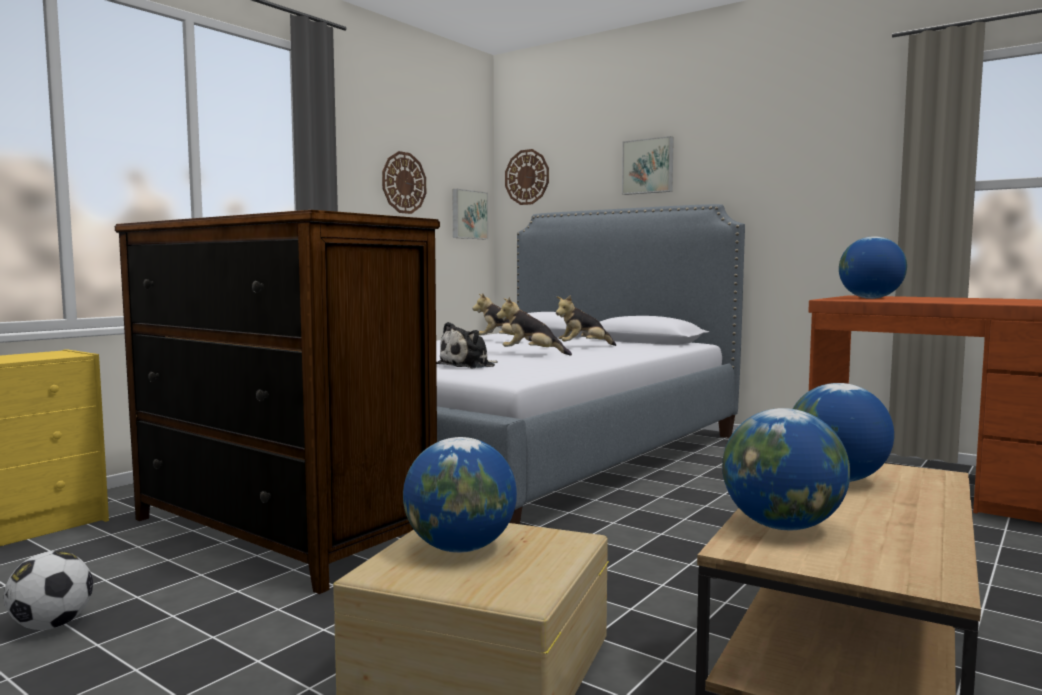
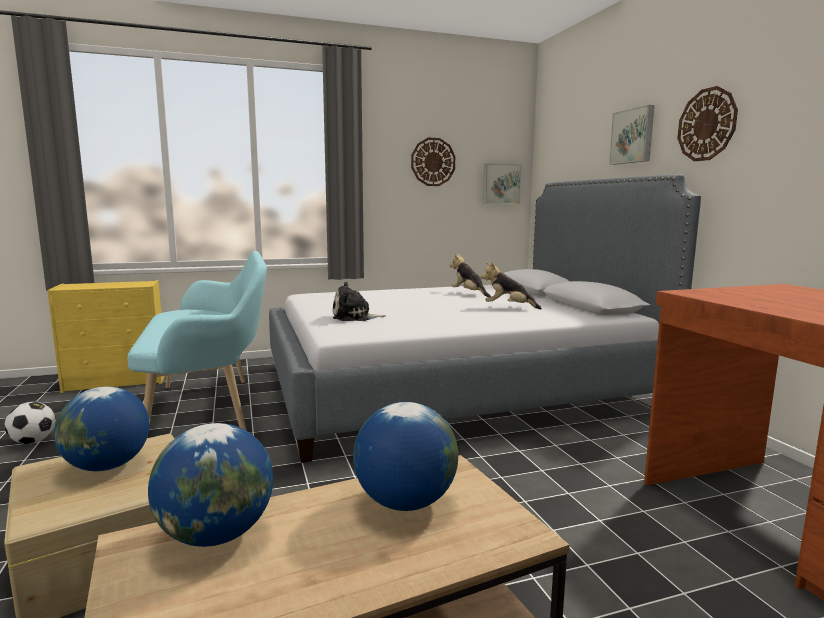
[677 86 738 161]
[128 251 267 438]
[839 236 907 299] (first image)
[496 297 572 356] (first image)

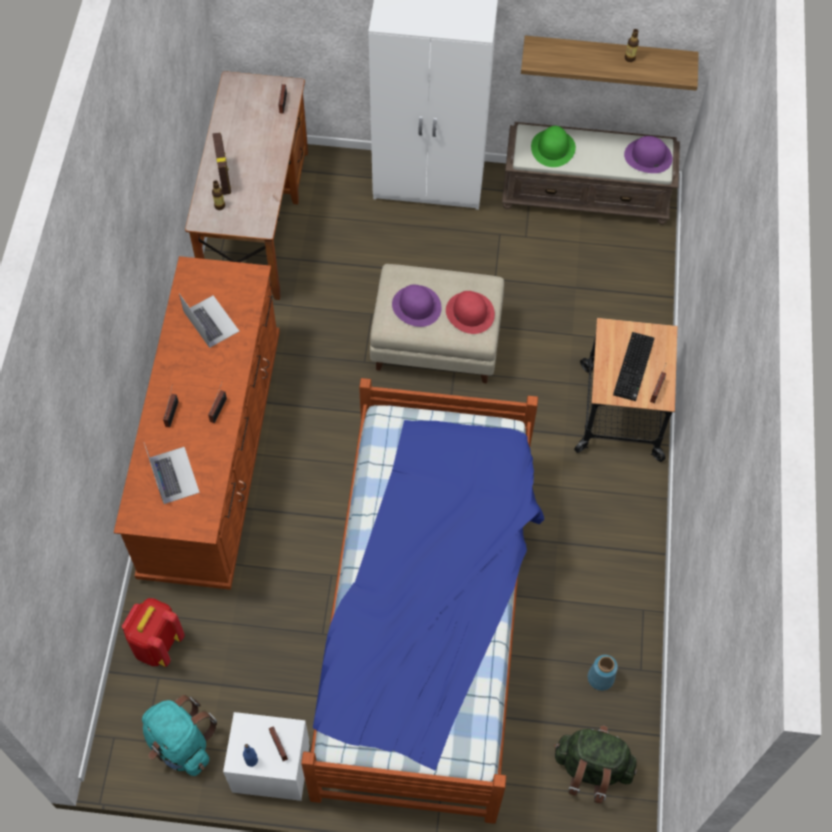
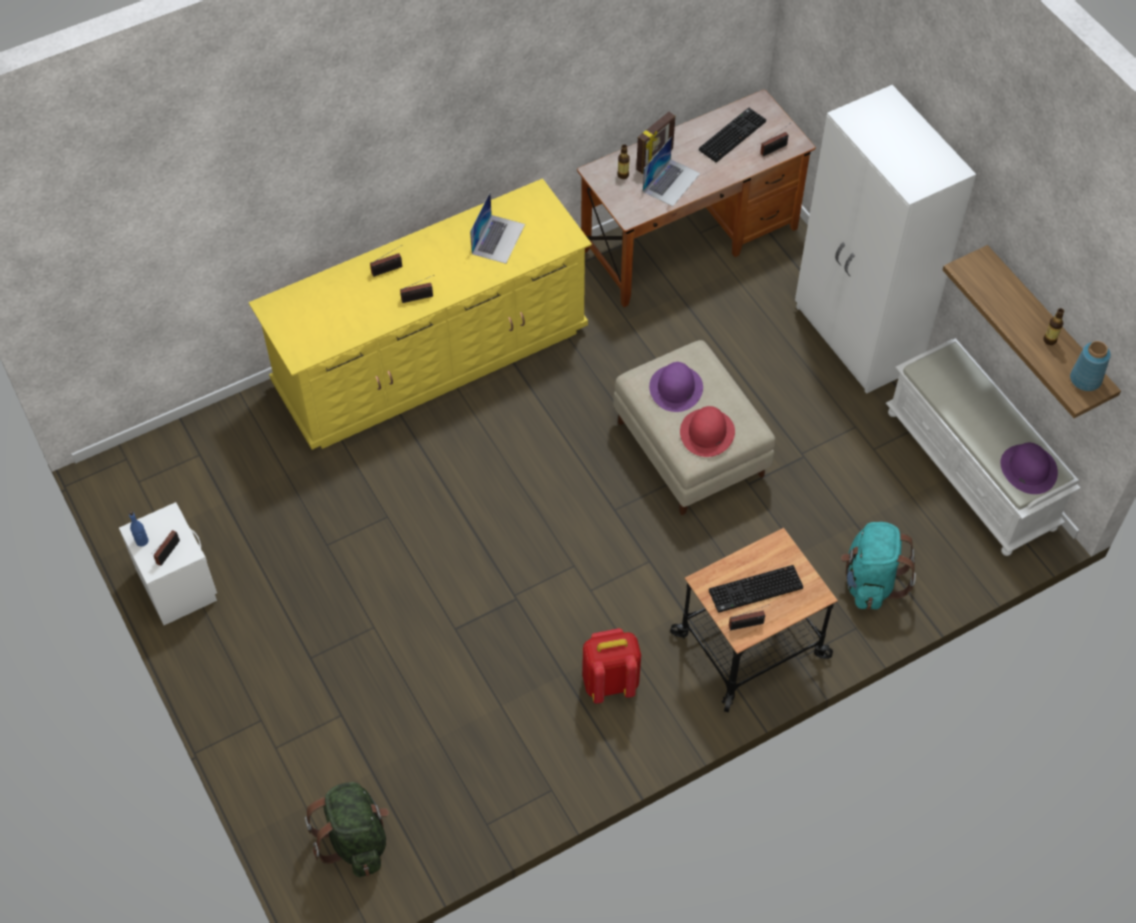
[886 338 1081 556]
[531 126 576 167] (first image)
[249 179 592 450]
[301 378 544 824] (first image)
[643 136 700 206]
[582 628 641 703]
[1070 341 1111 391]
[841 522 916 610]
[699 108 766 162]

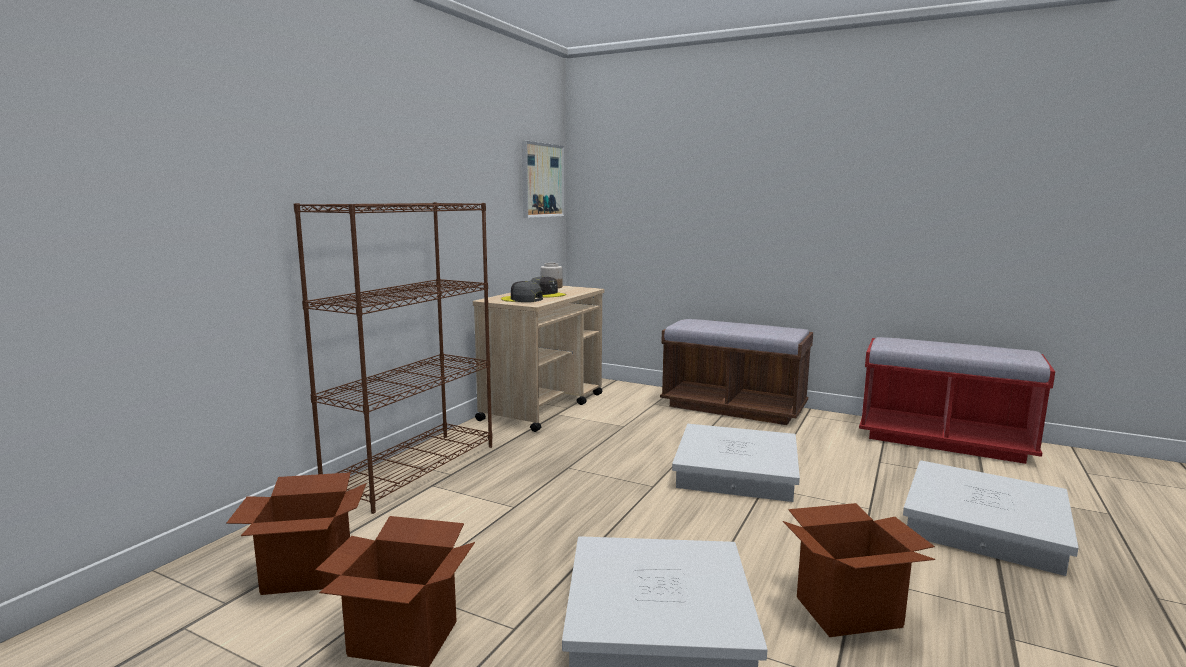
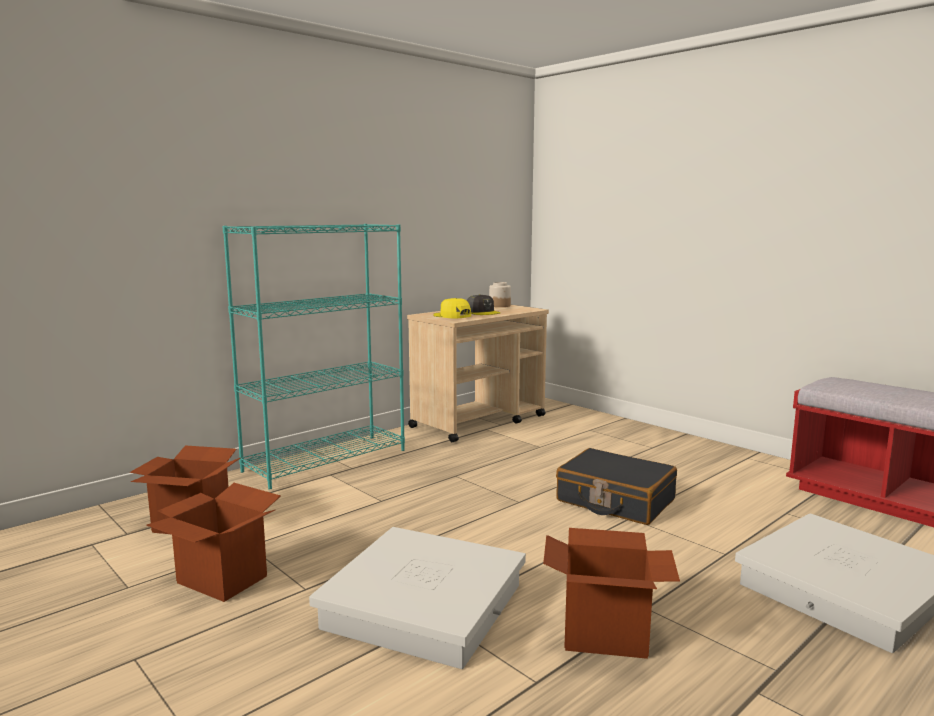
[522 141 565 218] (first image)
[222 224 405 489]
[433 298 471 318]
[660 319 813 425] (first image)
[556 448 677 525]

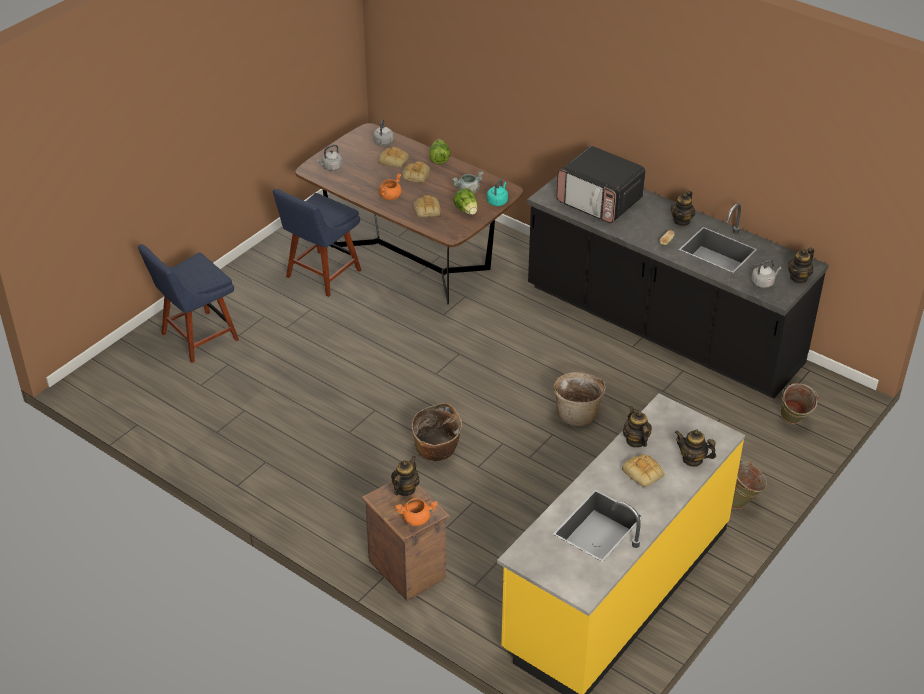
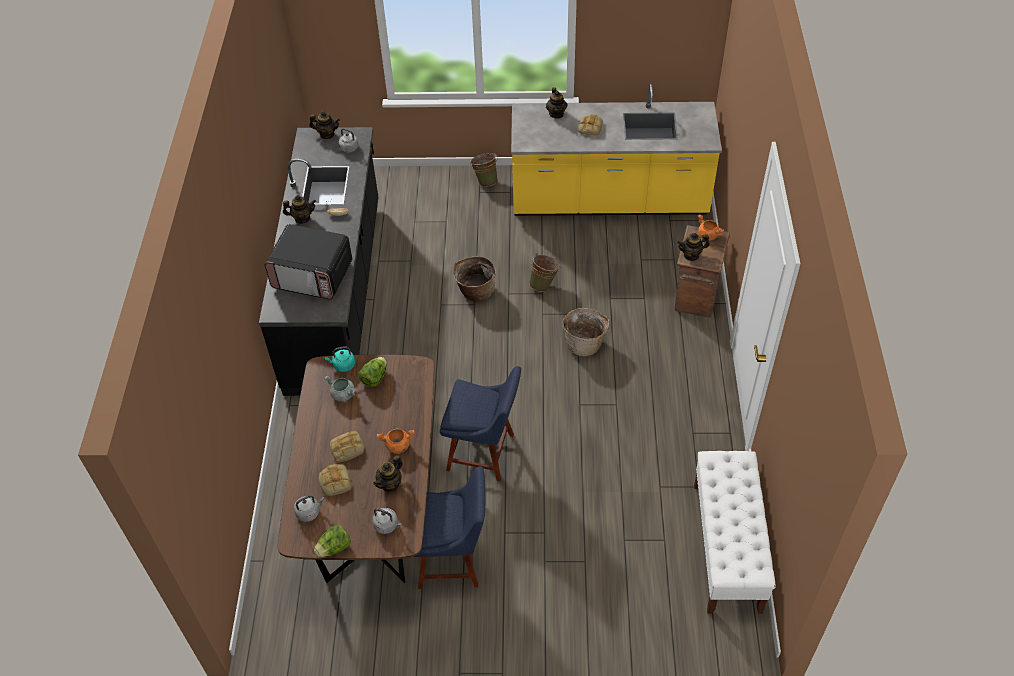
[314 525 351 557]
[265 224 352 300]
[413 195 441 217] (first image)
[440 366 521 482]
[529 253 560 292]
[373 455 403 492]
[694 451 776 614]

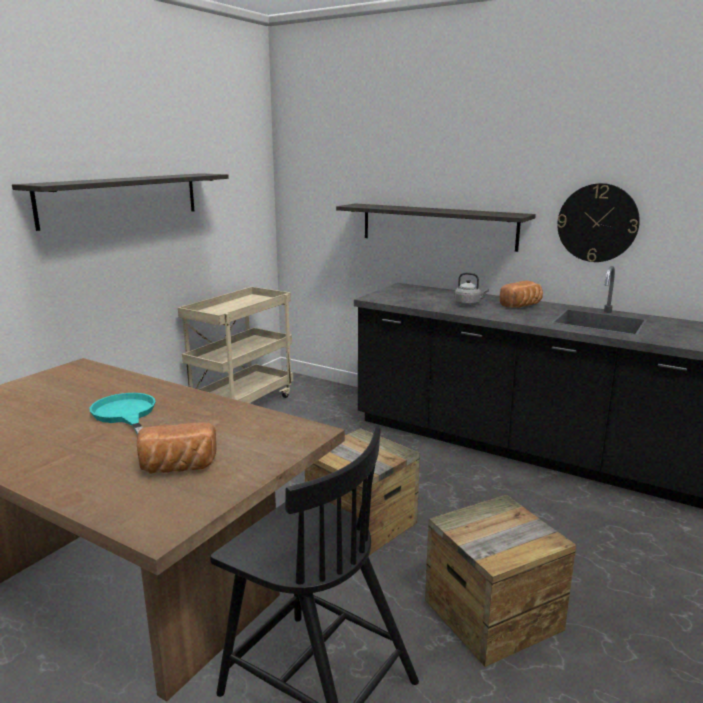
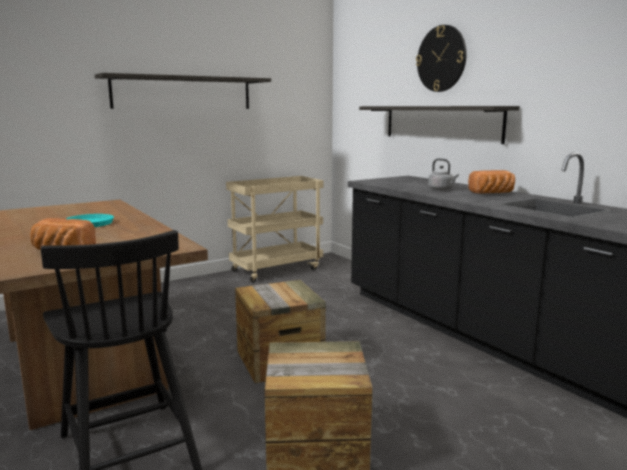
[416 25 467 92]

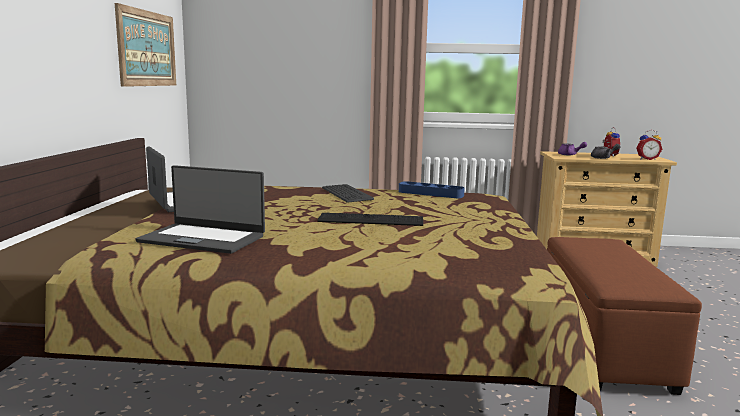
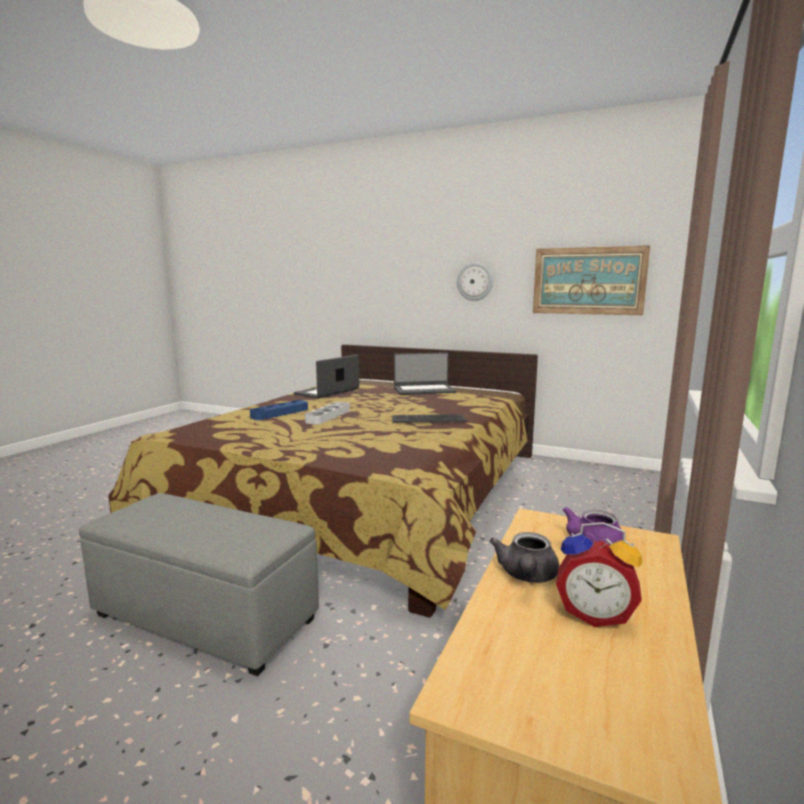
[636 130 662 160] (first image)
[250 400 308 420]
[305 402 350 425]
[79 493 319 676]
[457 262 493 301]

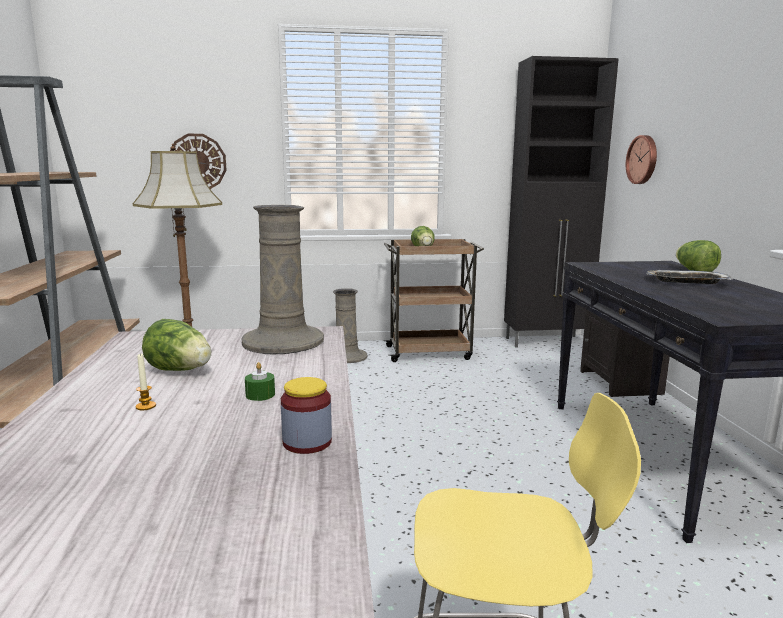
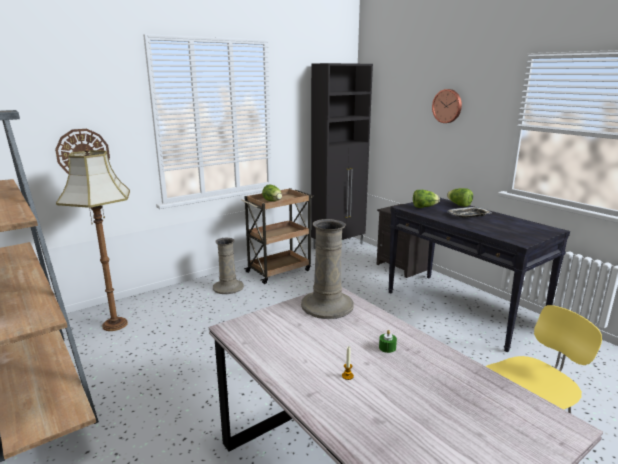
[432 89 462 123]
[413 190 440 208]
[281 377 332 454] (first image)

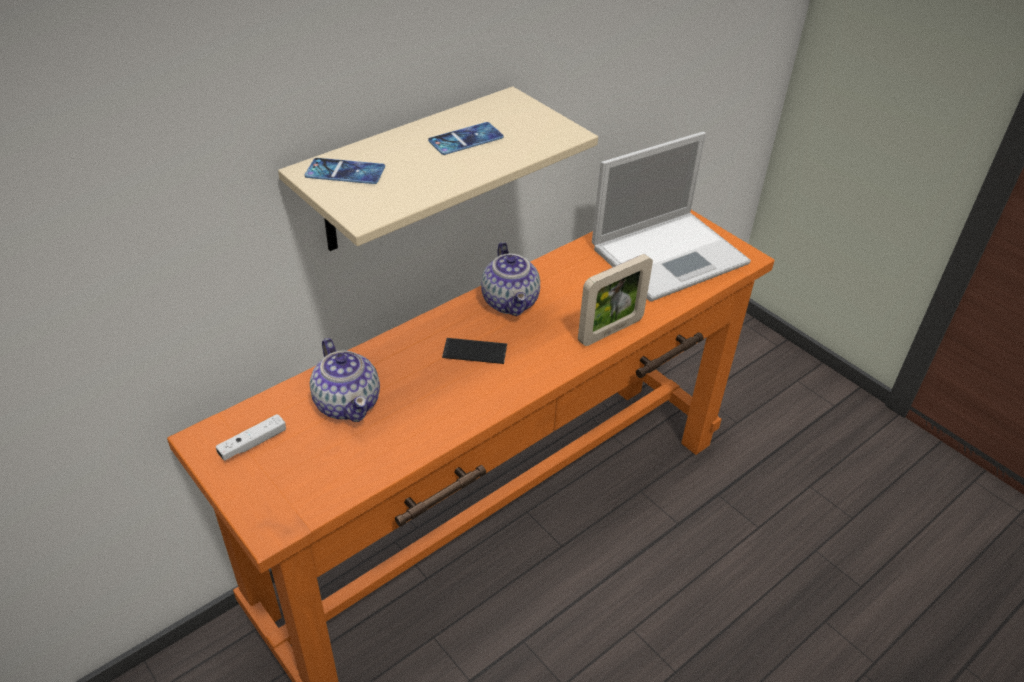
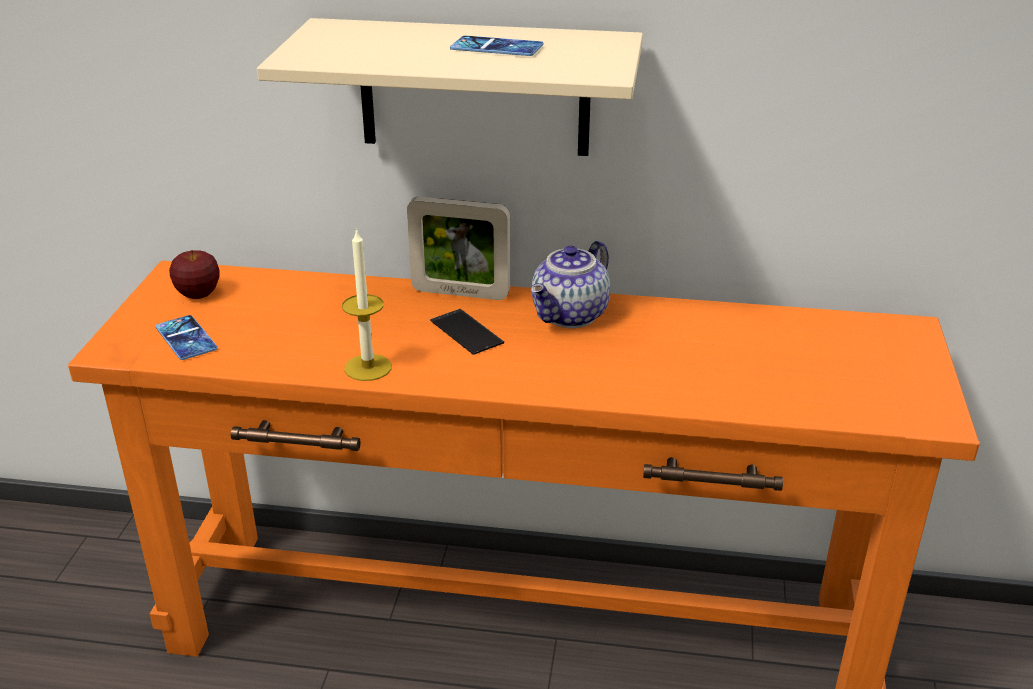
[592 132 751 302] (first image)
[156 315 218 360]
[407 196 510 300]
[310 338 380 422] (first image)
[169 250 220 299]
[342 228 392 381]

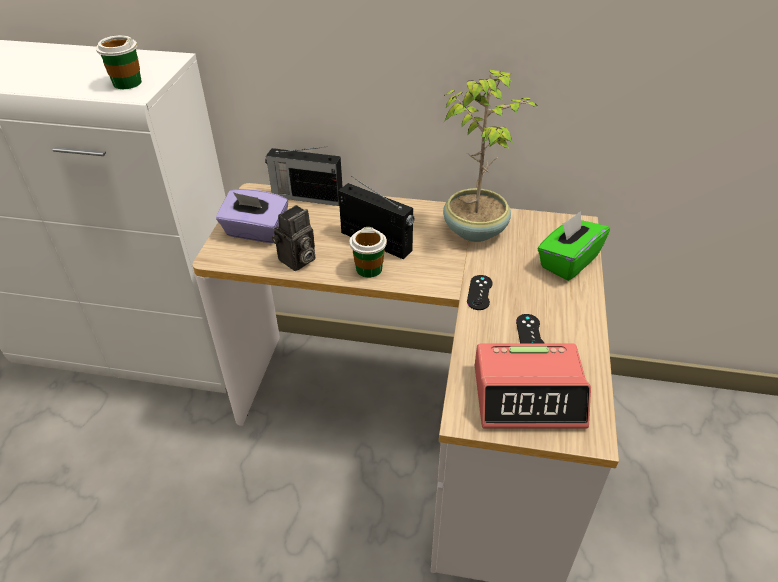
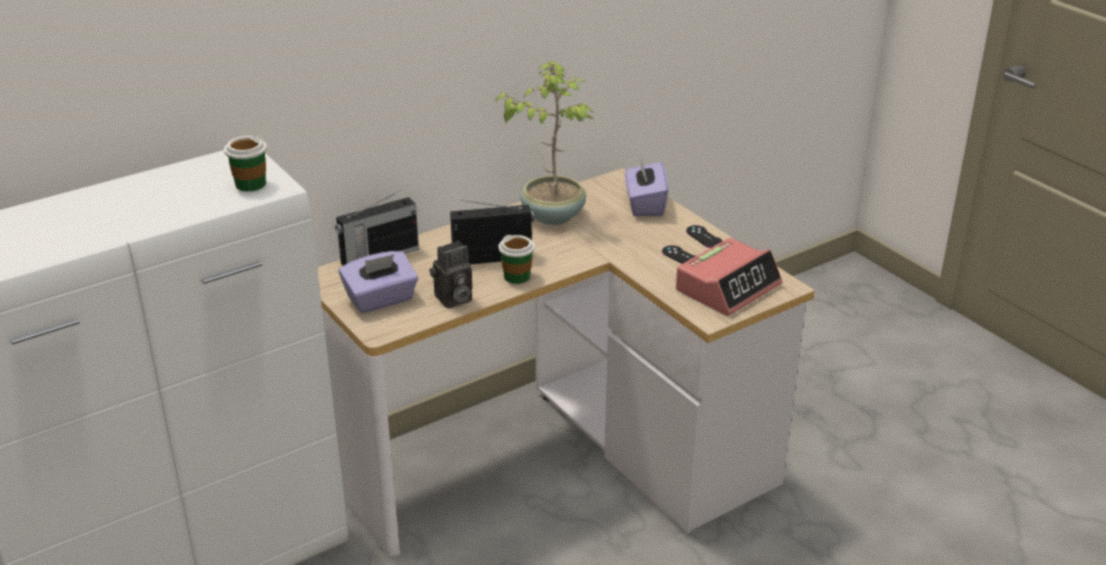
[429 241 472 309]
[625 159 668 216]
[686 225 723 248]

